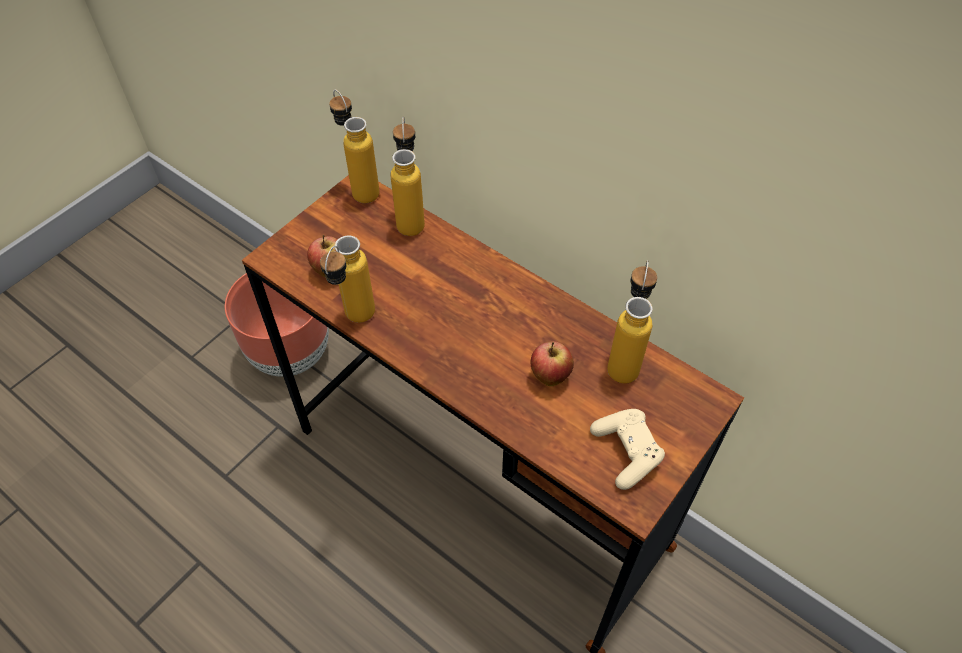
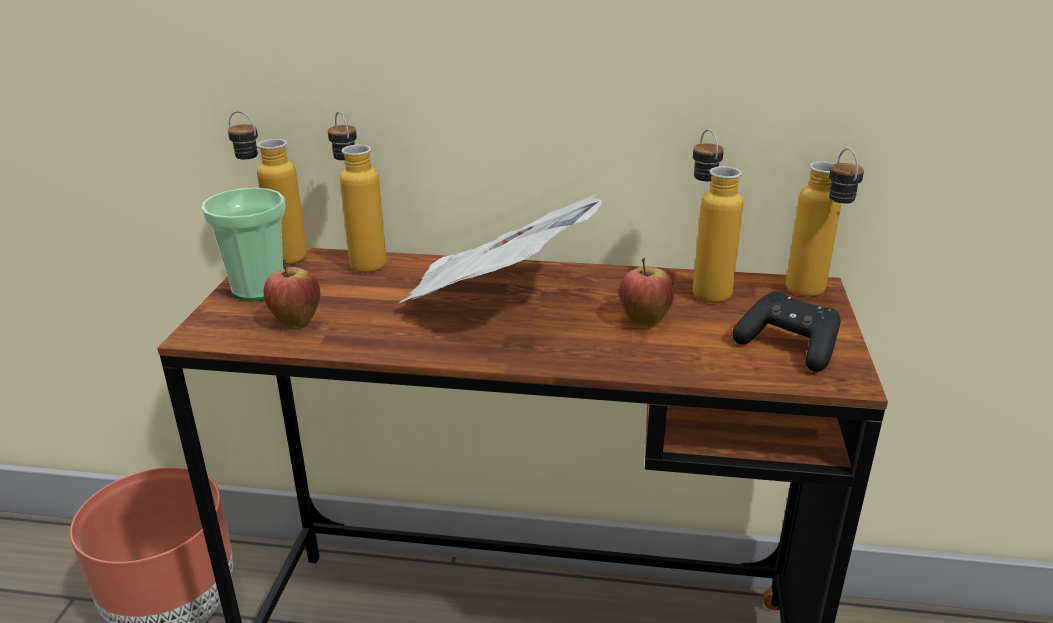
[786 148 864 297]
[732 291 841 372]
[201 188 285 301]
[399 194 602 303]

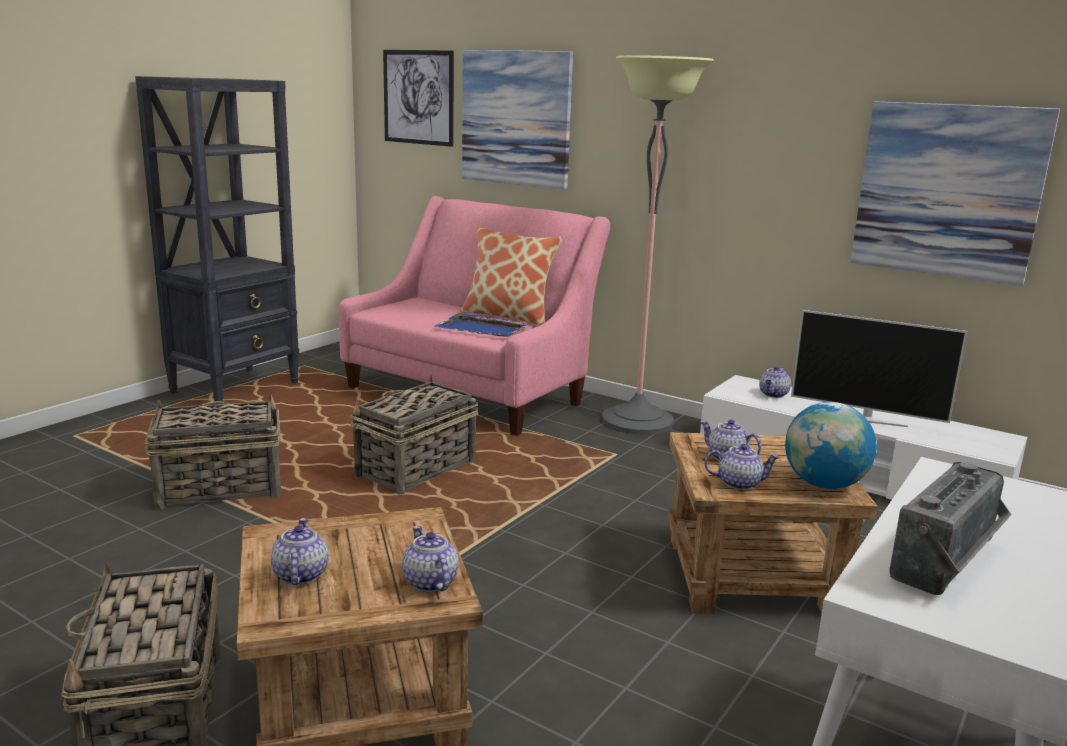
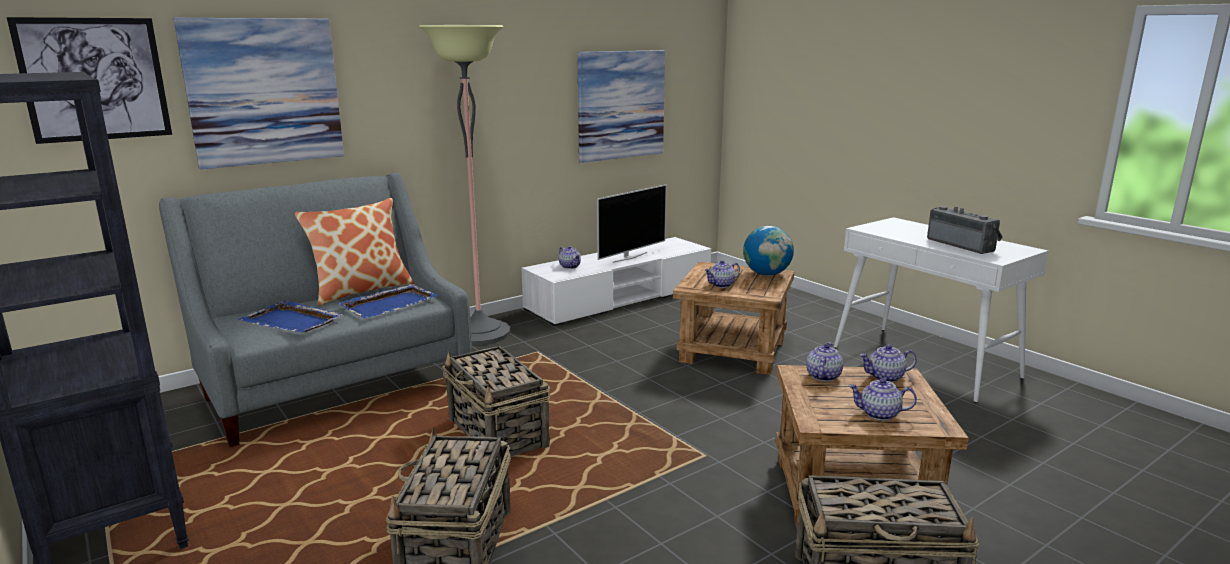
[159 173 472 447]
[806 342 843 381]
[238 301 345 333]

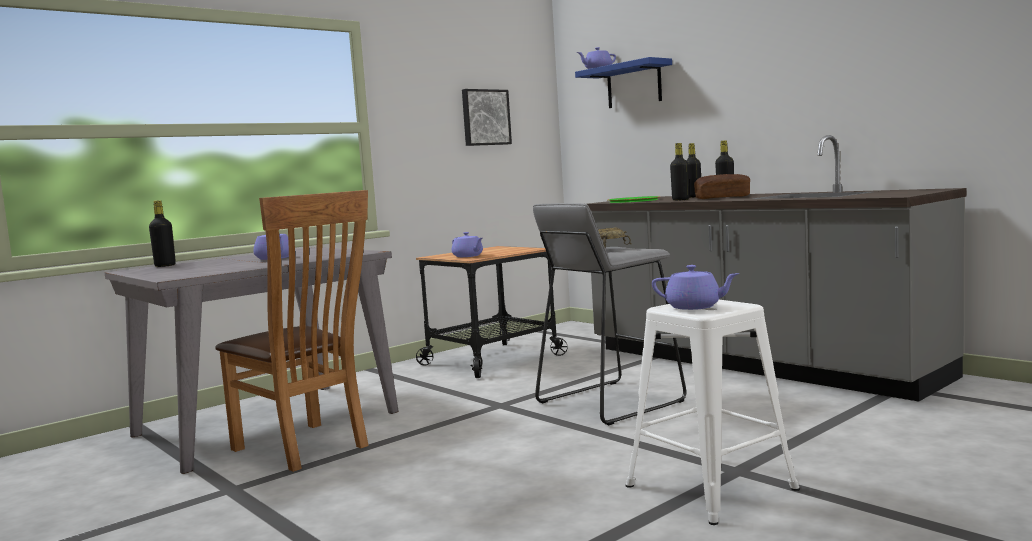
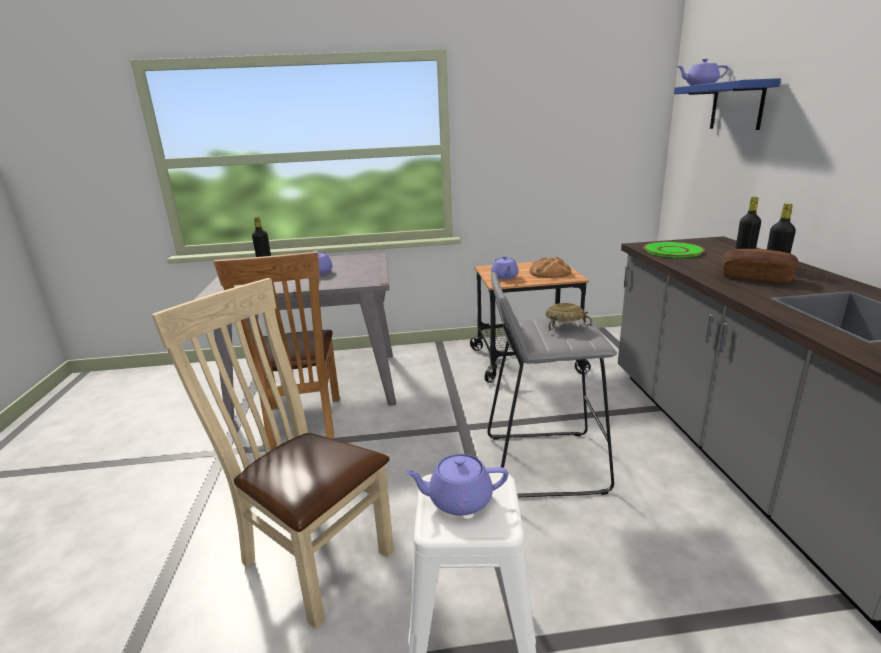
[462 89 512 146] (first image)
[670 143 689 201] (first image)
[404 454 508 516]
[530 257 571 278]
[151 278 394 629]

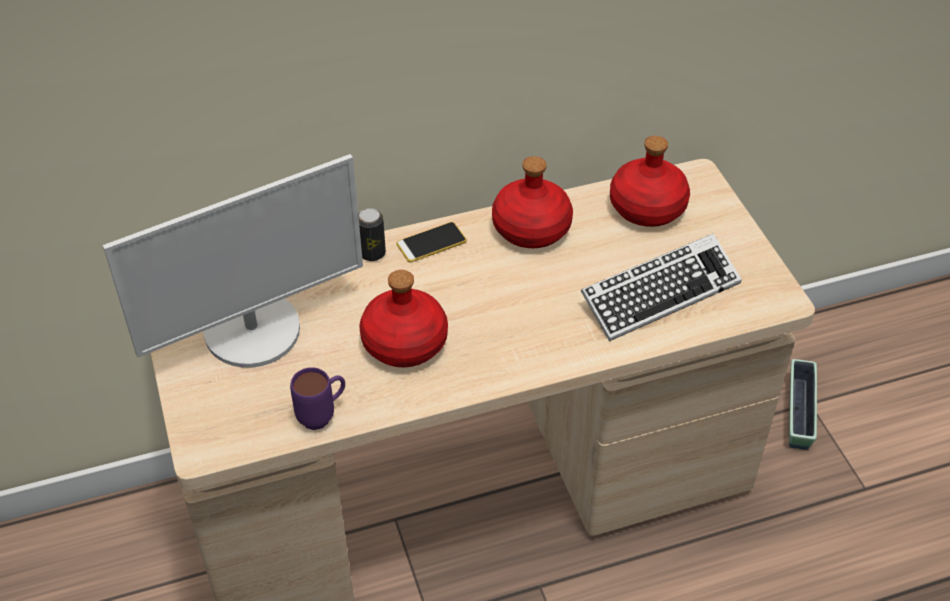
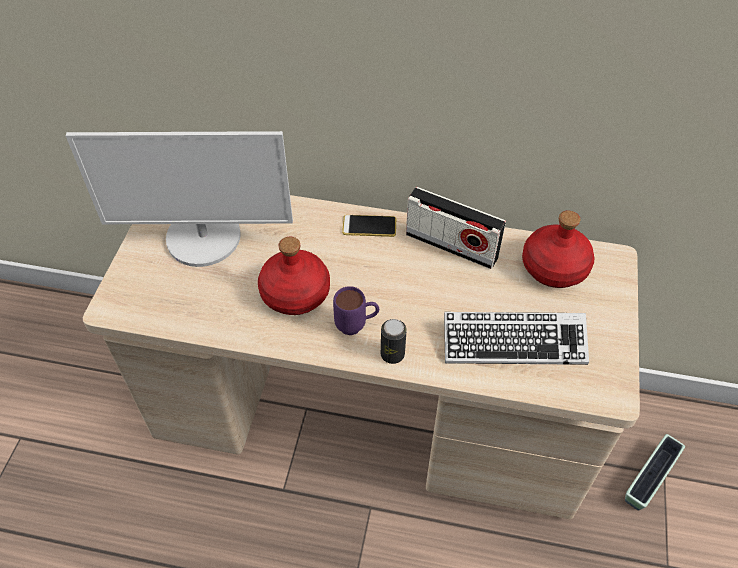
[406 187 506 269]
[381 319 407 364]
[333 286 379 335]

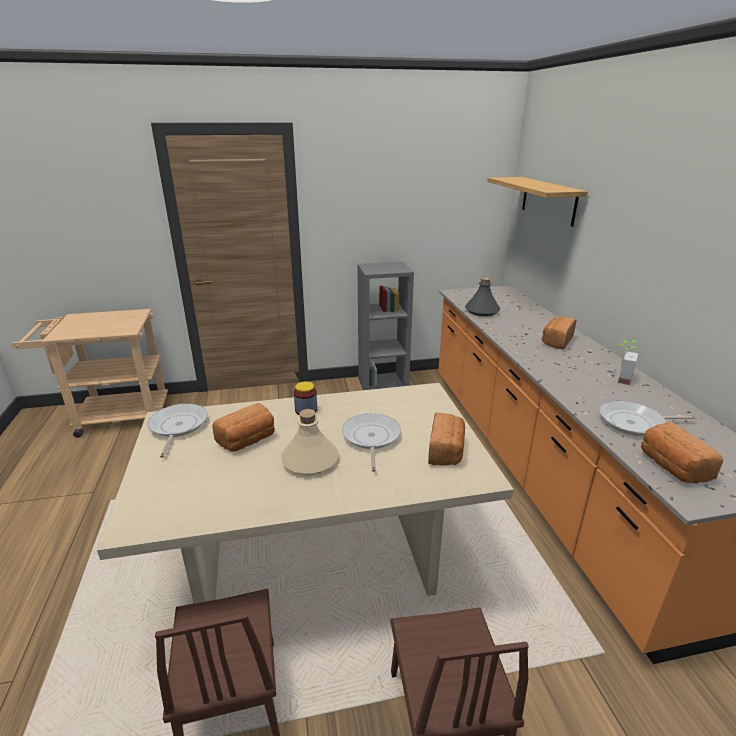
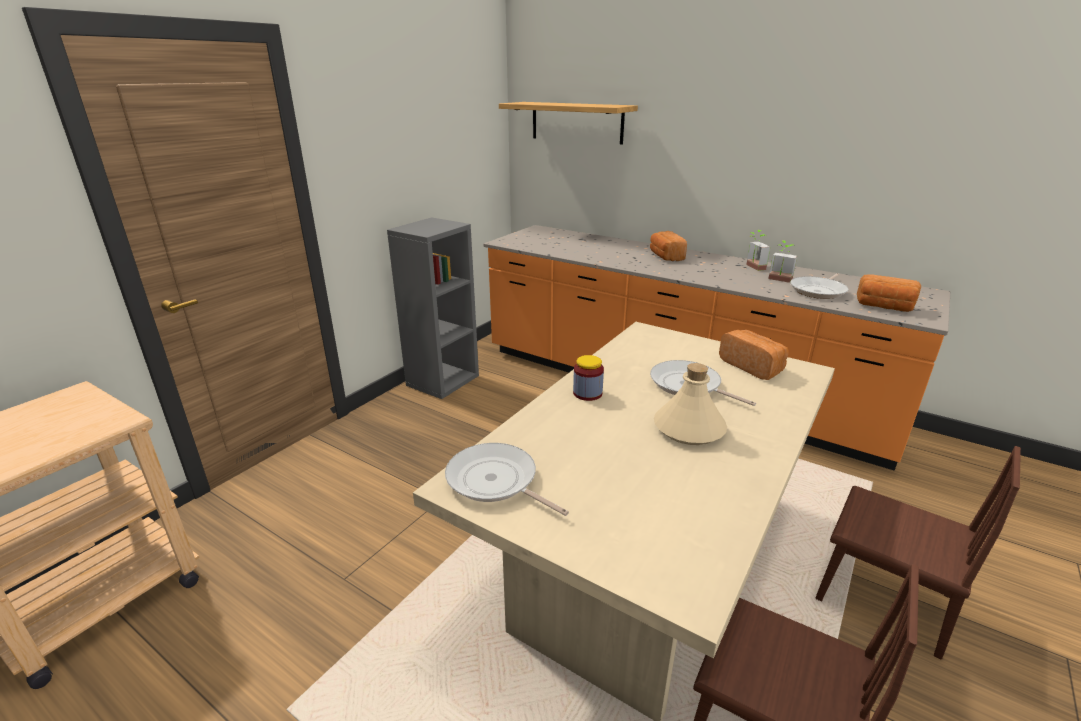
[465 277 500 316] (first image)
[212 403 275 452] (first image)
[768 240 797 283]

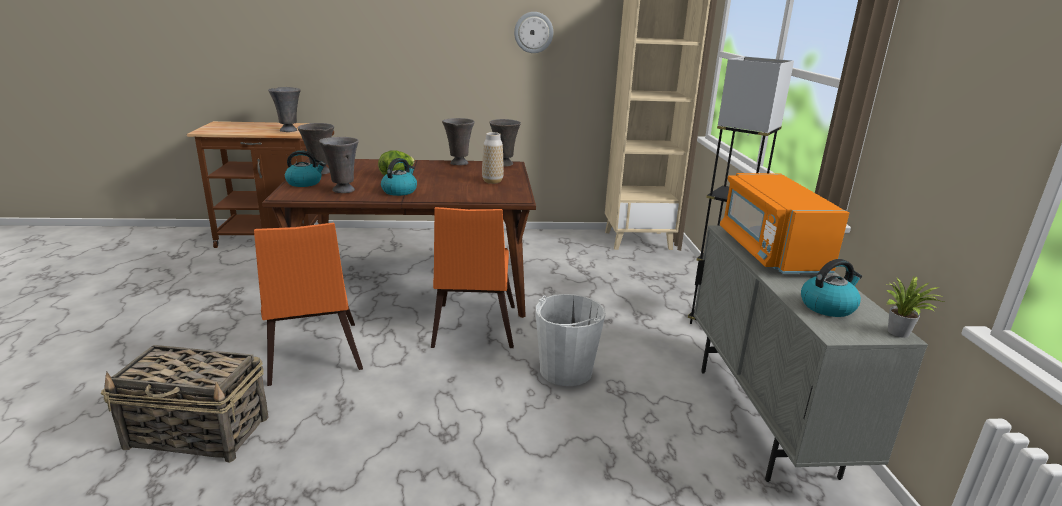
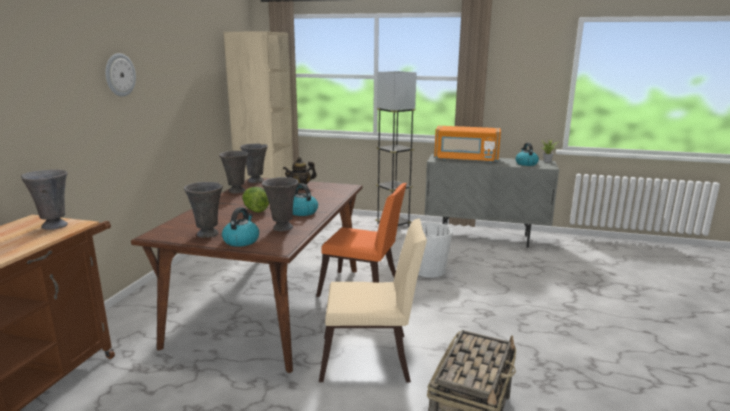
[105 53 136 97]
[283 157 317 190]
[319 219 427 382]

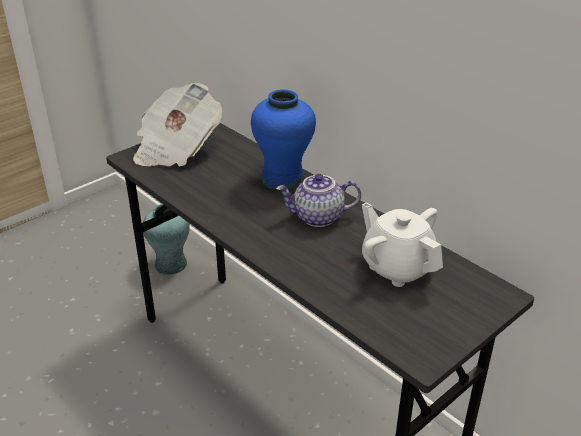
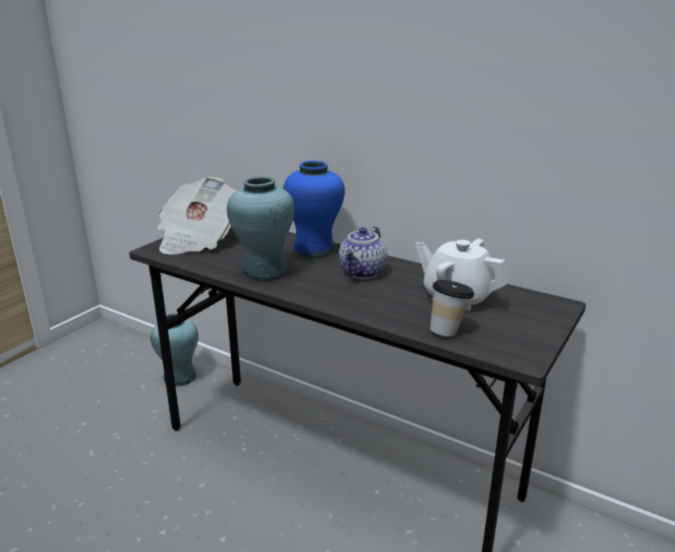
[339 226 387 279]
[227 176 294 281]
[430 280 475 337]

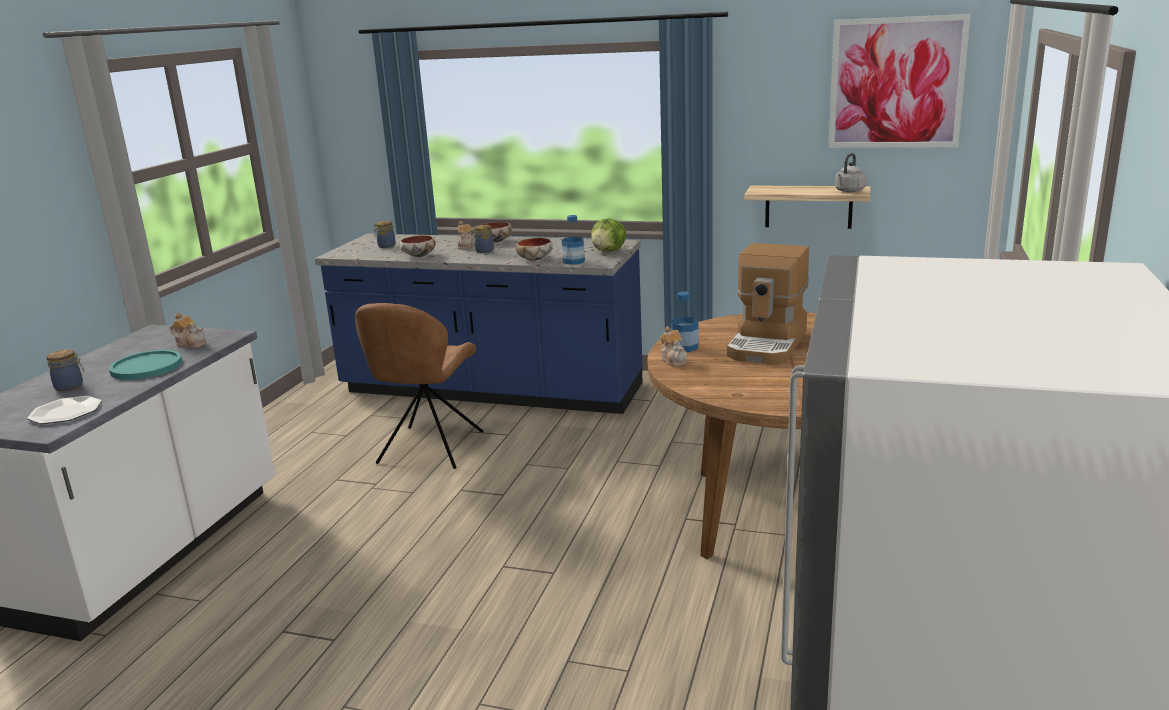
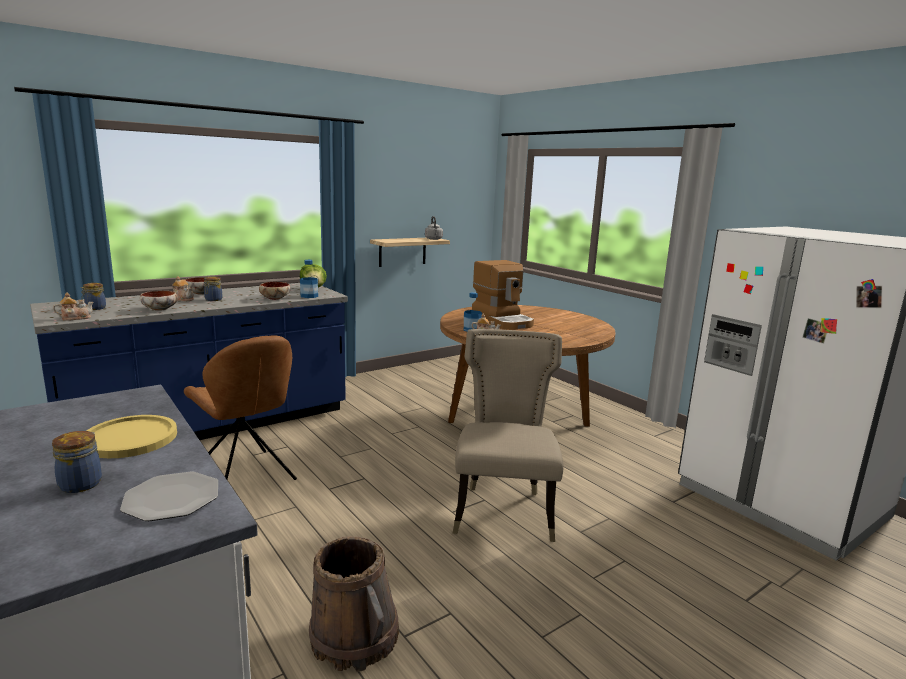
[829 14 971 148] (first image)
[53 292 94 321]
[87 415 177 458]
[453 329 564 542]
[309 536 399 672]

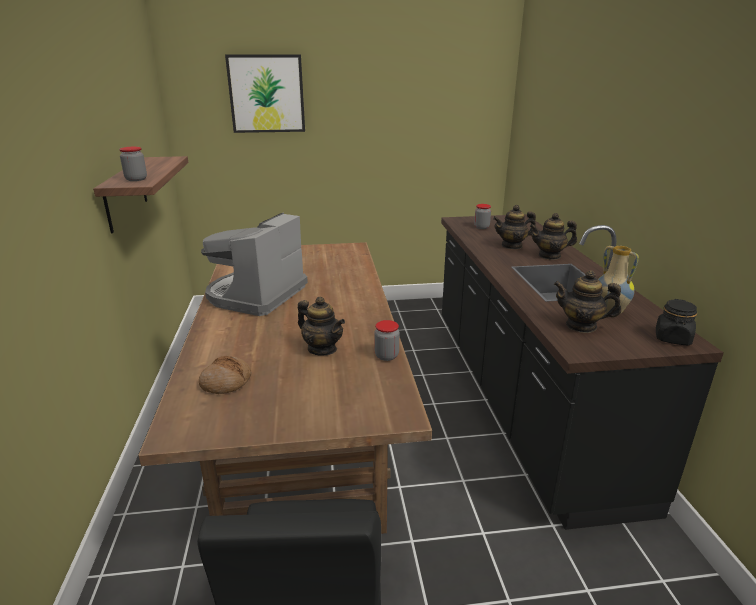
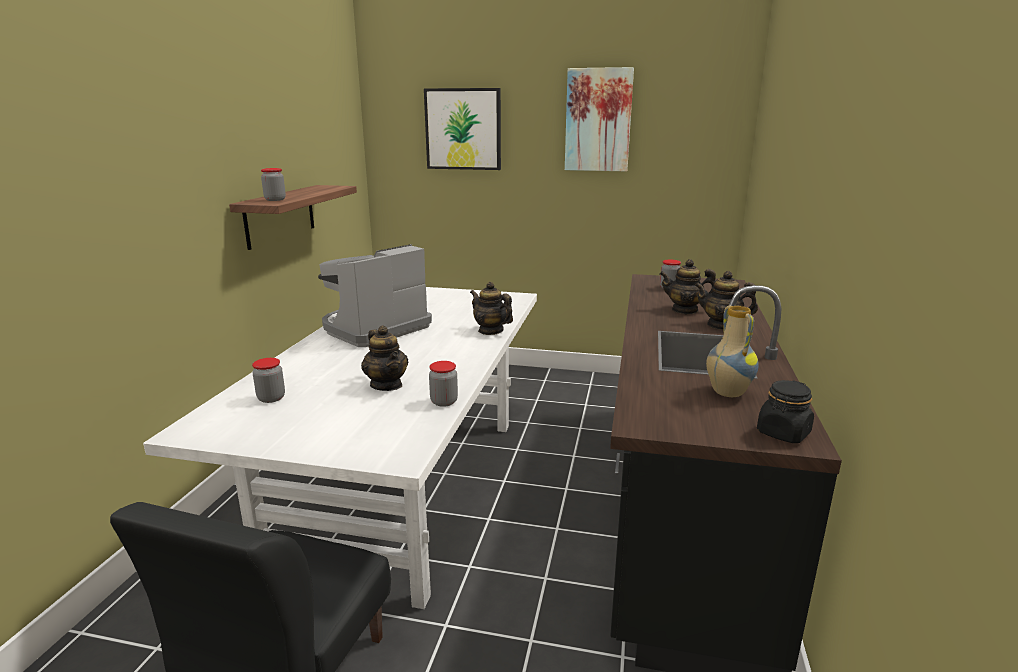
[143 287 537 609]
[470 282 513 335]
[252 358 285 403]
[565 67 634 171]

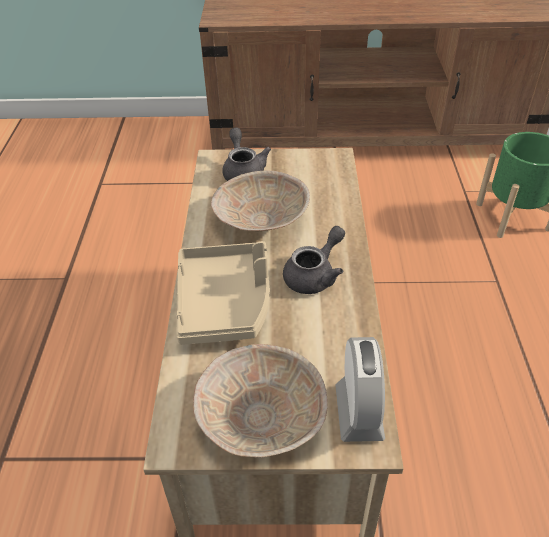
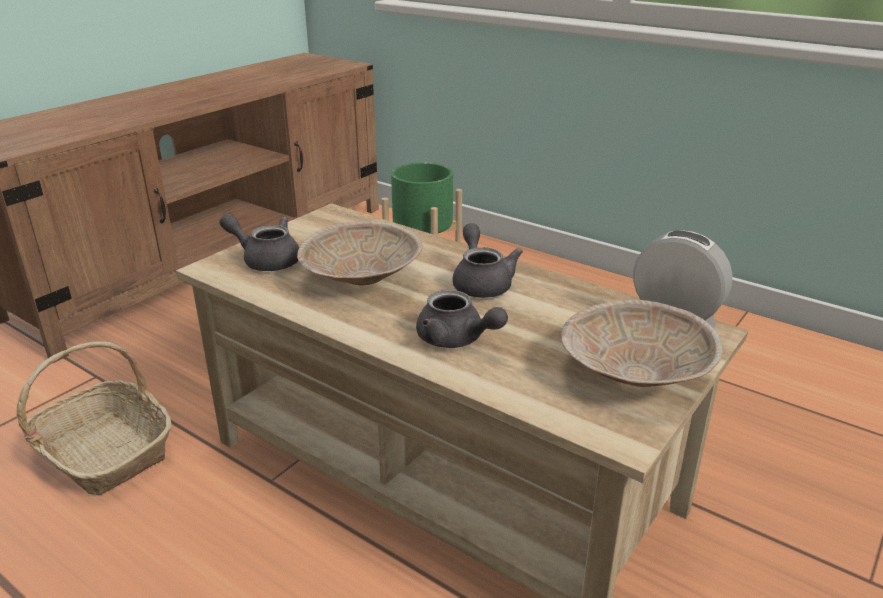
[416 290 508 348]
[17 342 172 495]

